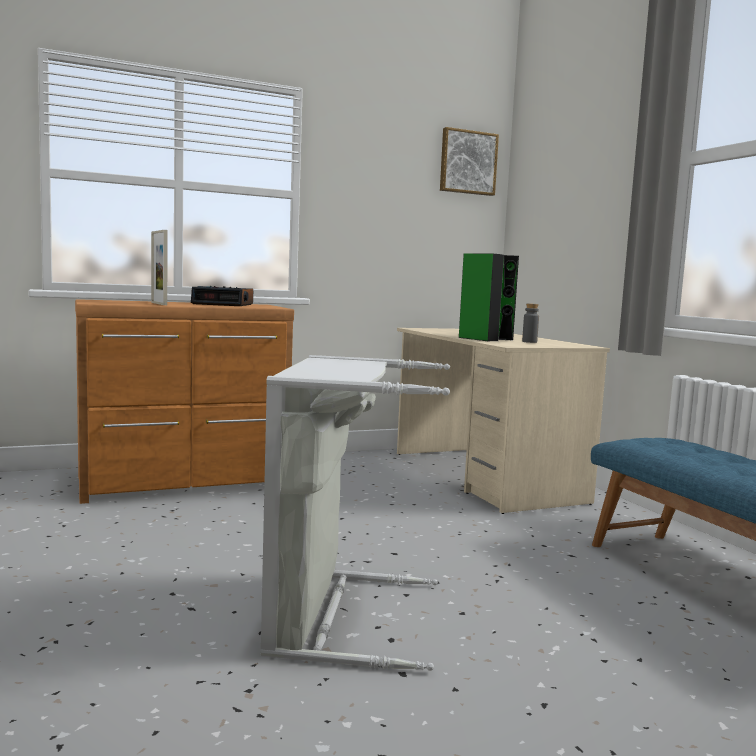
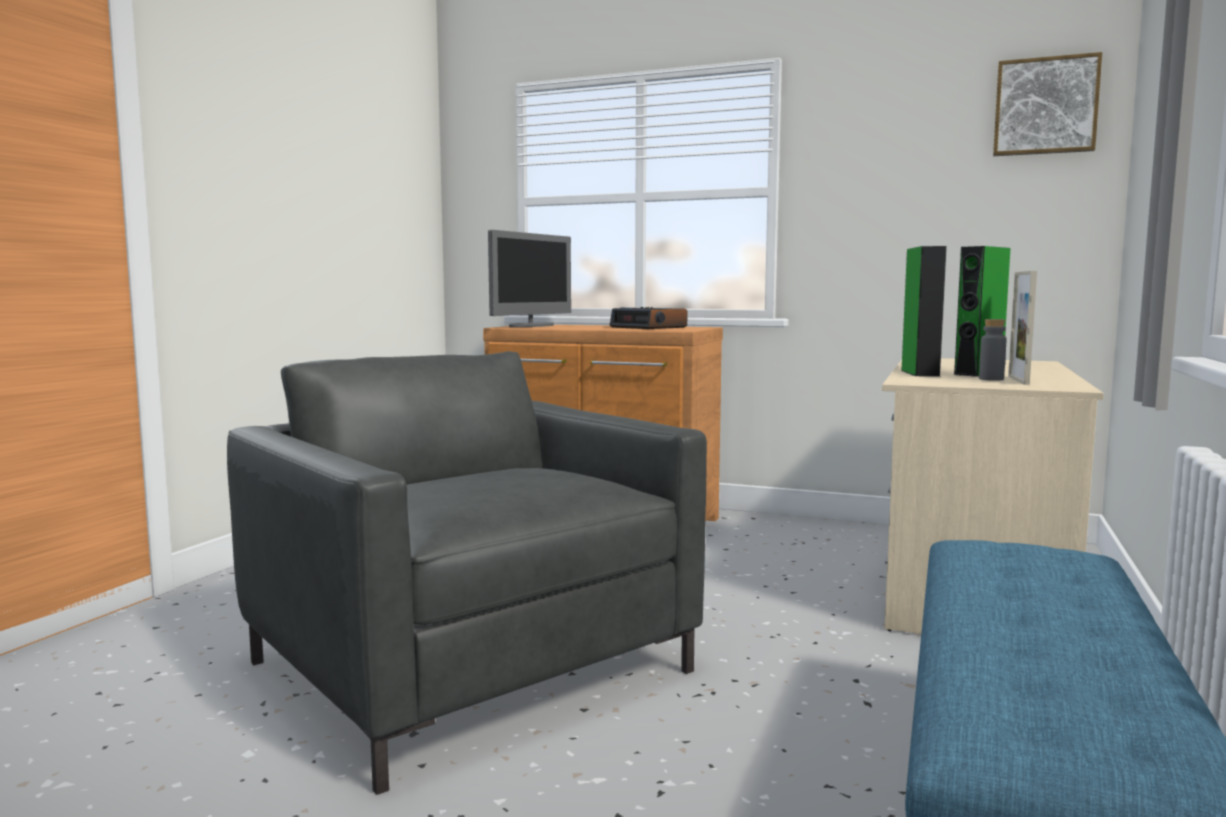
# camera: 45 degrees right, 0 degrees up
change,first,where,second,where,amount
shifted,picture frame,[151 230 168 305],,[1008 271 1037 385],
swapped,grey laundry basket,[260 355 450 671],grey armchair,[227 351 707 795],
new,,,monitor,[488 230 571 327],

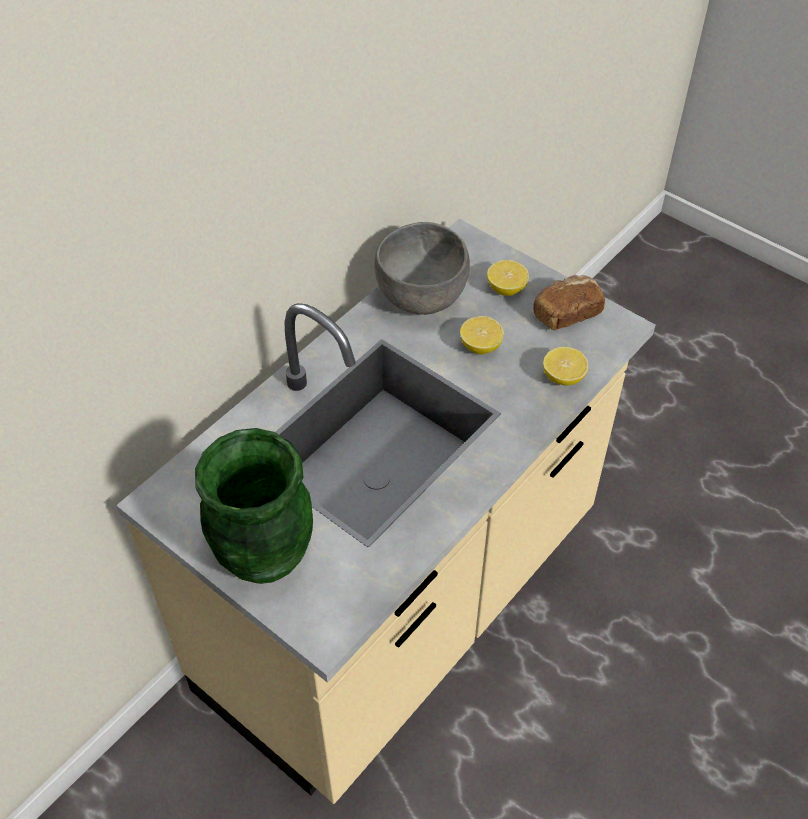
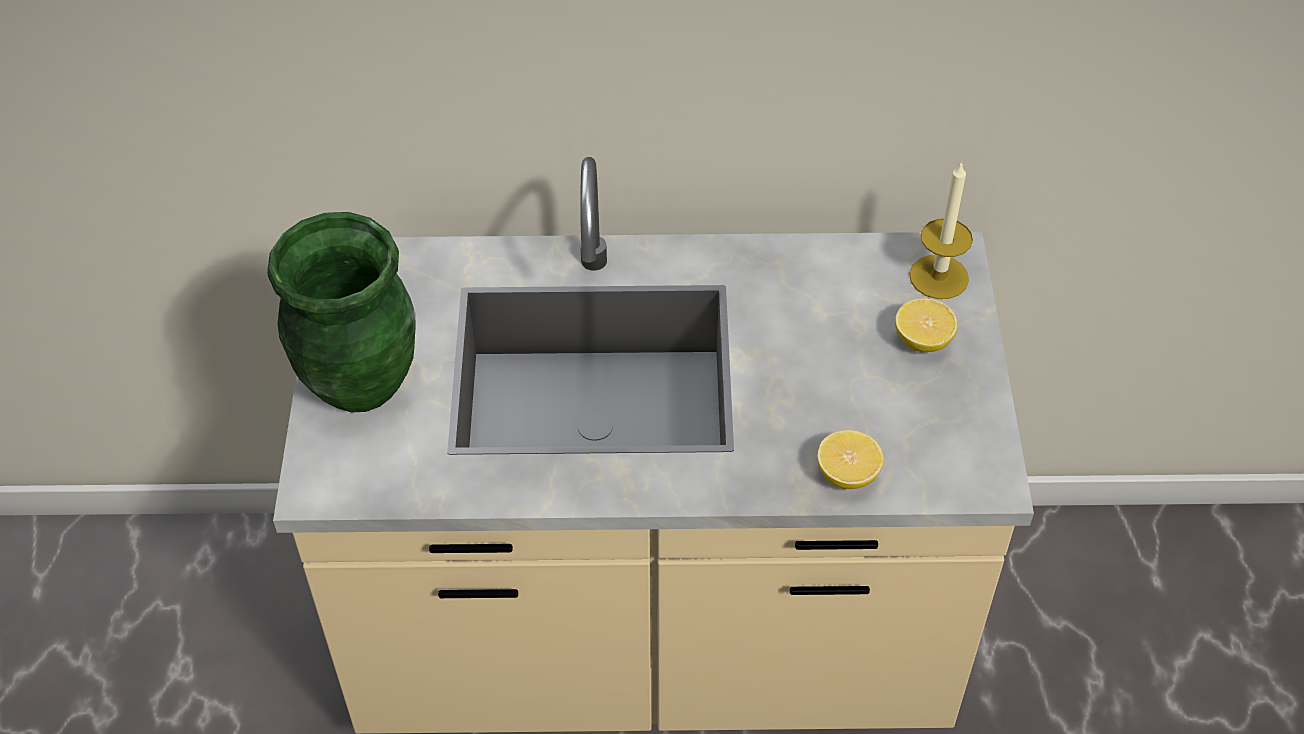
# camera: 50 degrees right, 0 degrees up
change,first,where,second,where,amount
gone,grey bowl,[374 222 470 315],,,
gone,lemon,[460 316 504 354],,,
gone,bread,[533 275 605 330],,,
new,,,candle,[909 161 973 299],

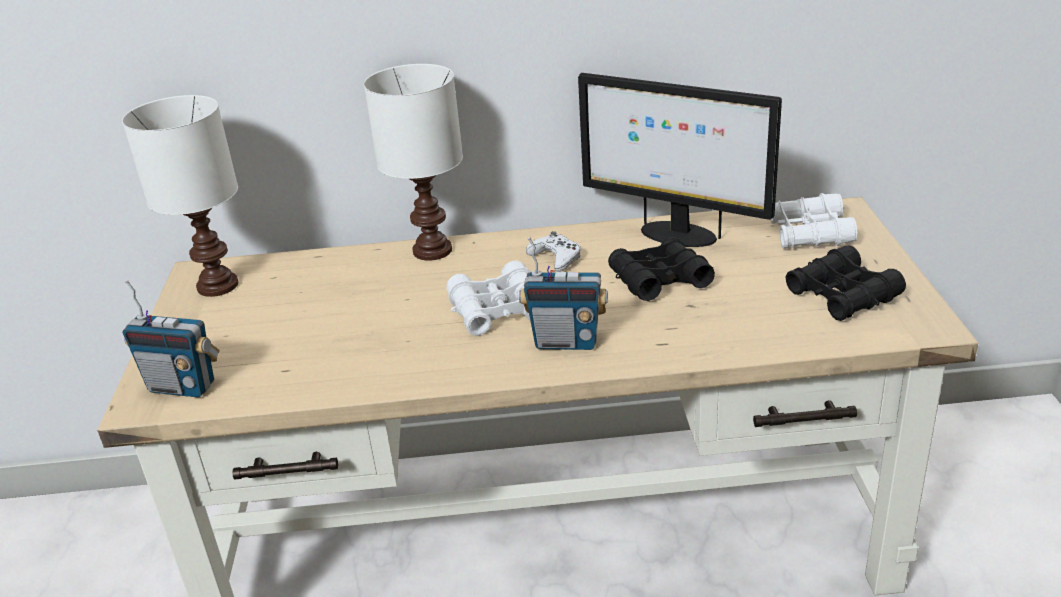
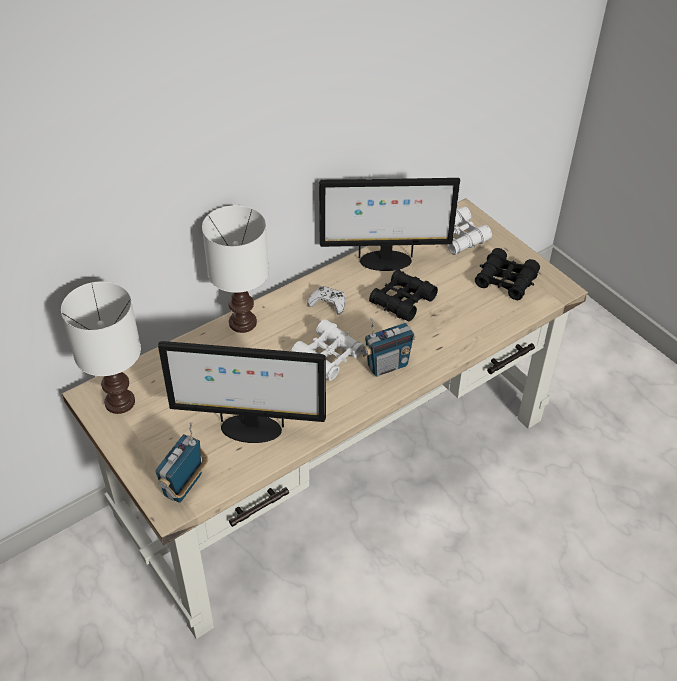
# camera: 35 degrees left, 15 degrees up
change,first,where,second,where,amount
rotated,radio,[122 280 220 398],,[156 422 208 503],135 degrees clockwise
new,,,monitor,[158 341 326 443],

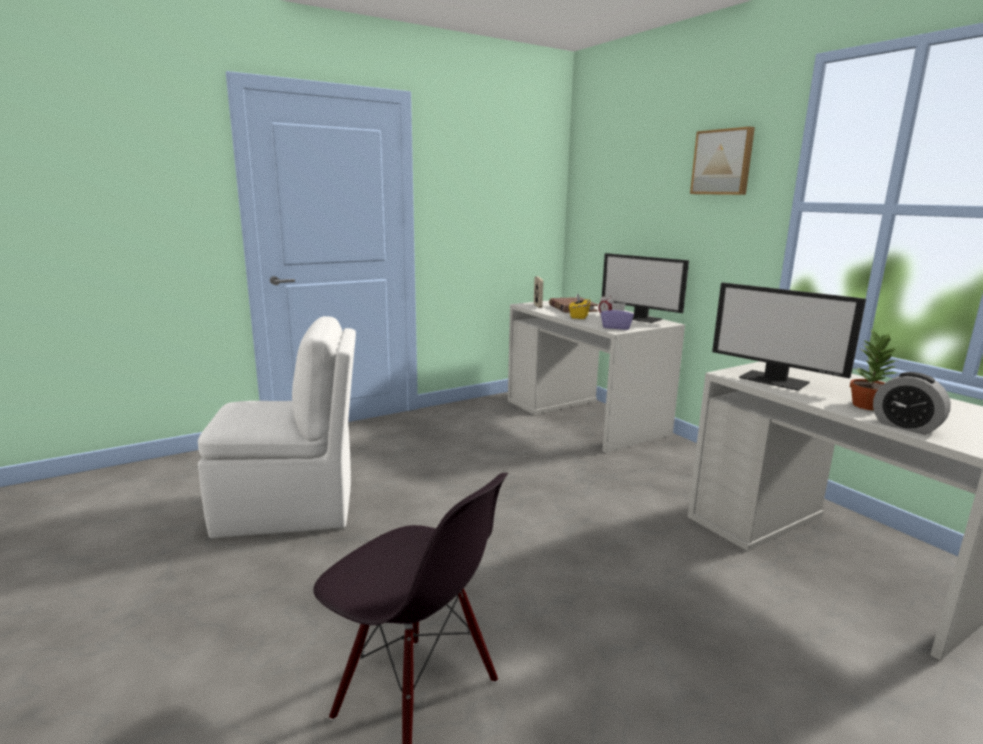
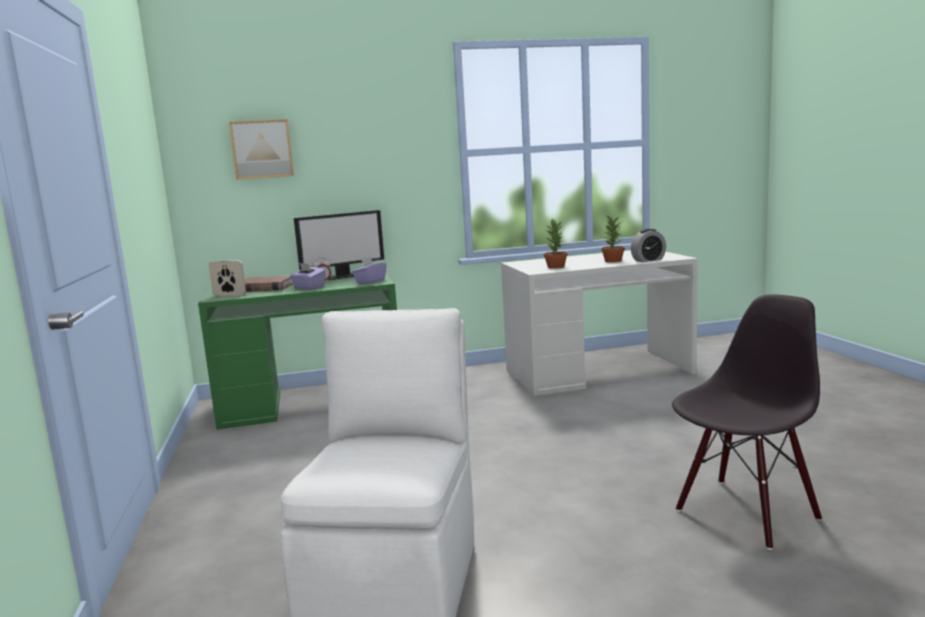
# camera: 70 degrees left, 5 degrees down
change,first,where,second,where,amount
repainted,white desk,[508 300 685 453],green desk,[198 274 397 430],
repainted,yellow tissue box,[569 293 590 319],purple tissue box,[290 263 326 289],
shifted,picture,[690 126 755 195],,[229 119 294 180],
swapped,monitor,[712 282 866 391],potted plant,[544 219 568 269],

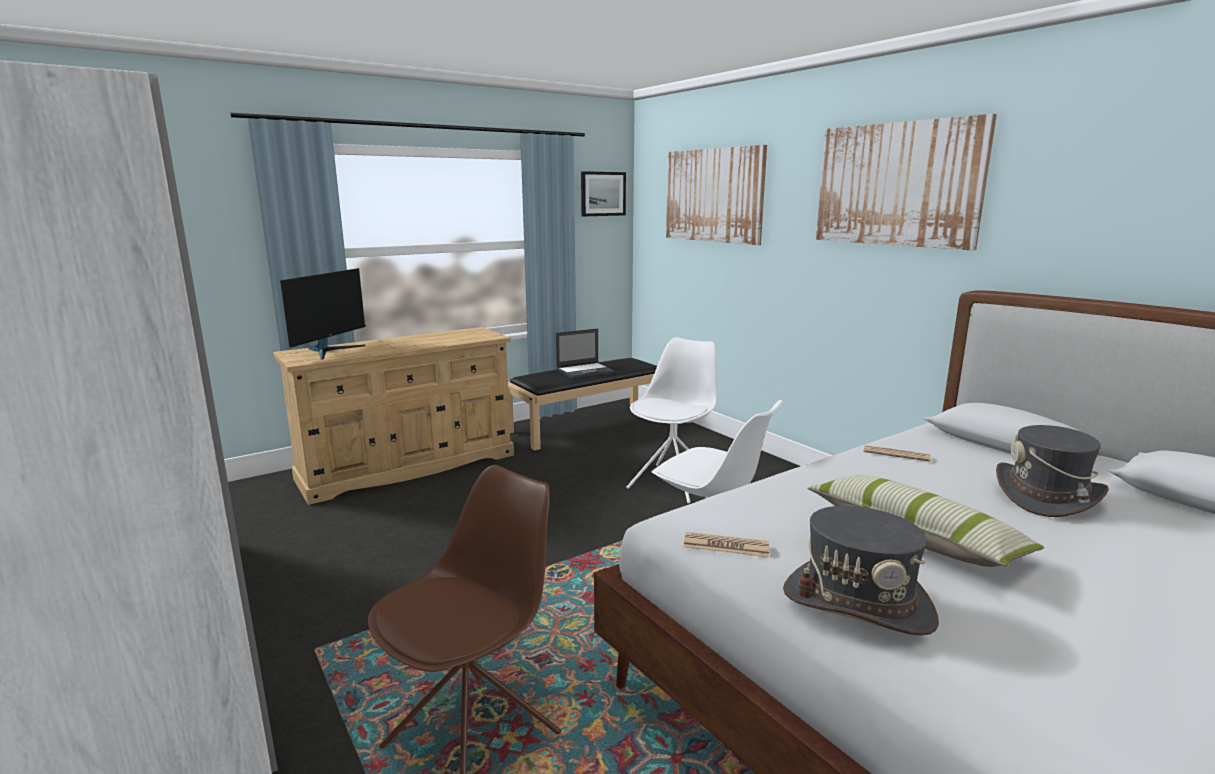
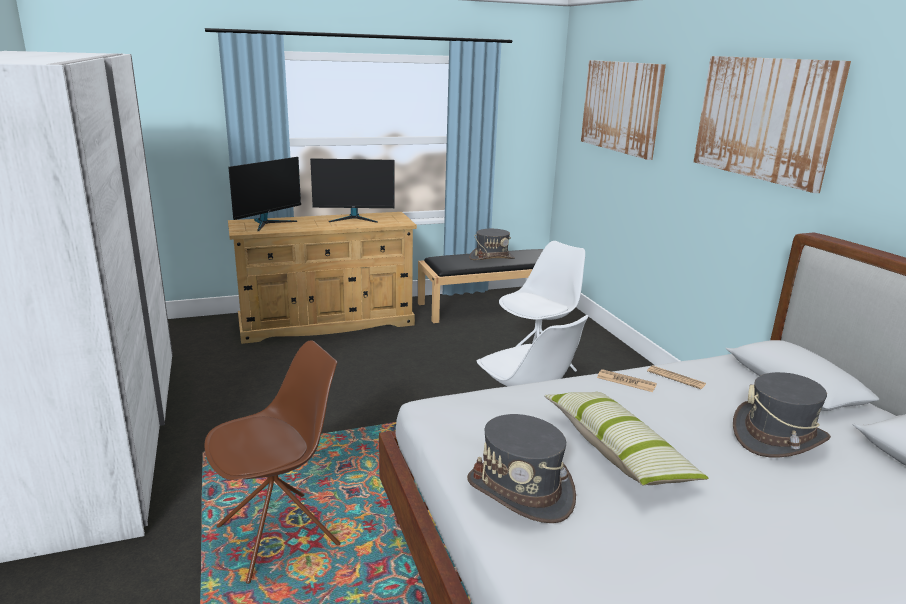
# camera: 15 degrees right, 5 degrees up
change,first,where,second,where,amount
swapped,laptop,[556 328 615 378],grey hat,[469 229 515 260],
gone,picture,[581 171 626 216],,,
shifted,newspaper,[683 532 769 557],,[597 369 657 392],
new,,,monitor,[310 158 395 223],

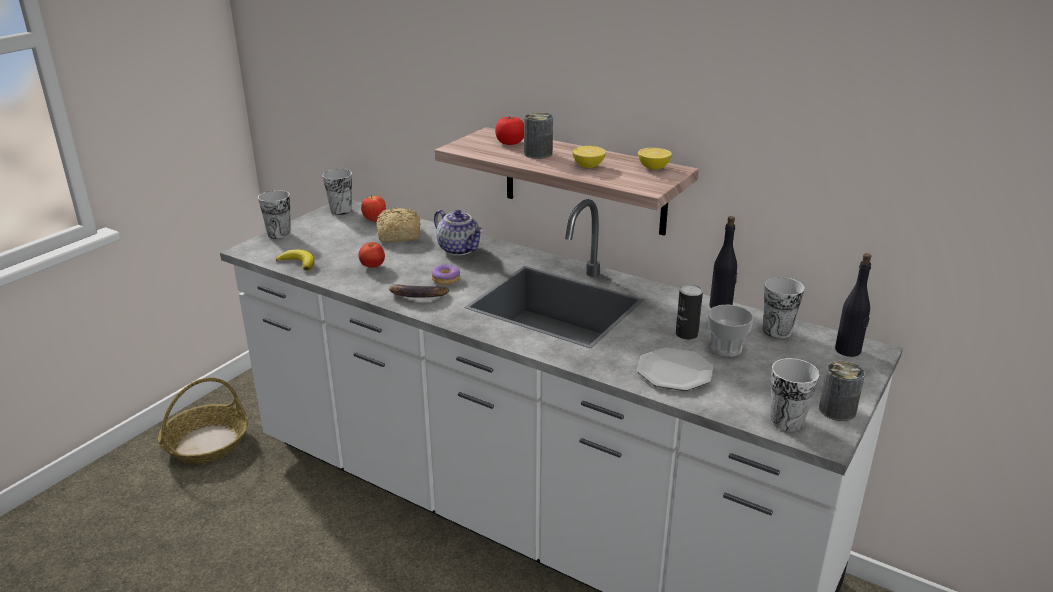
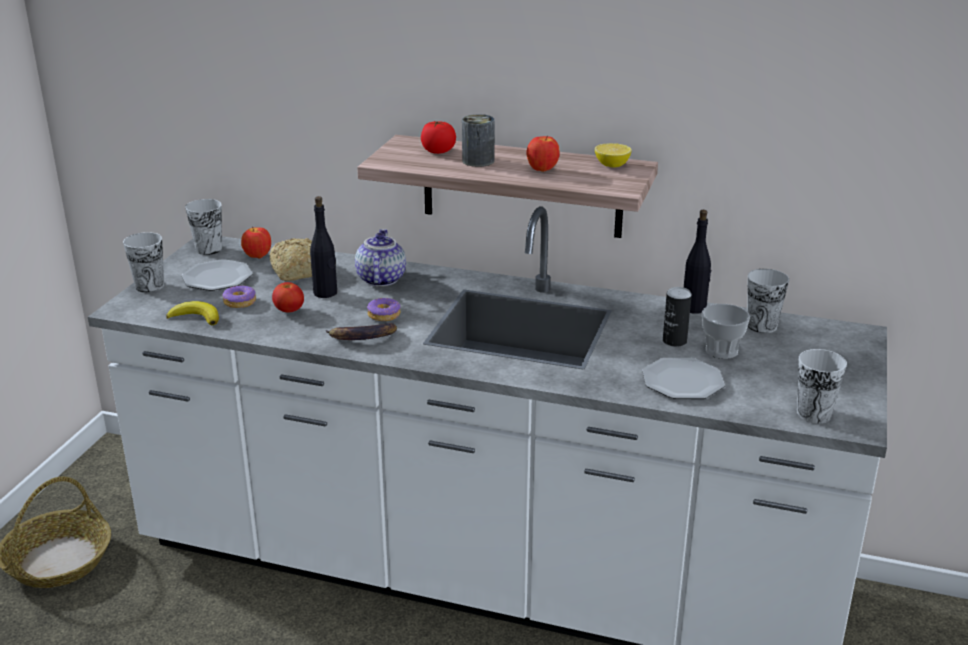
# camera: 15 degrees left, 0 degrees up
change,first,where,second,where,amount
rotated,teapot,[434 210 483 256],,[355 229 406 287],120 degrees counterclockwise
swapped,lemon,[572 146 606 168],apple,[527 136 560 172],
gone,can,[819 361 865 421],,,
shifted,black bottle,[835 253 871 357],,[310 196 337 298],
new,,,plate,[182 259 253 291],
new,,,donut,[222 285 256 308],

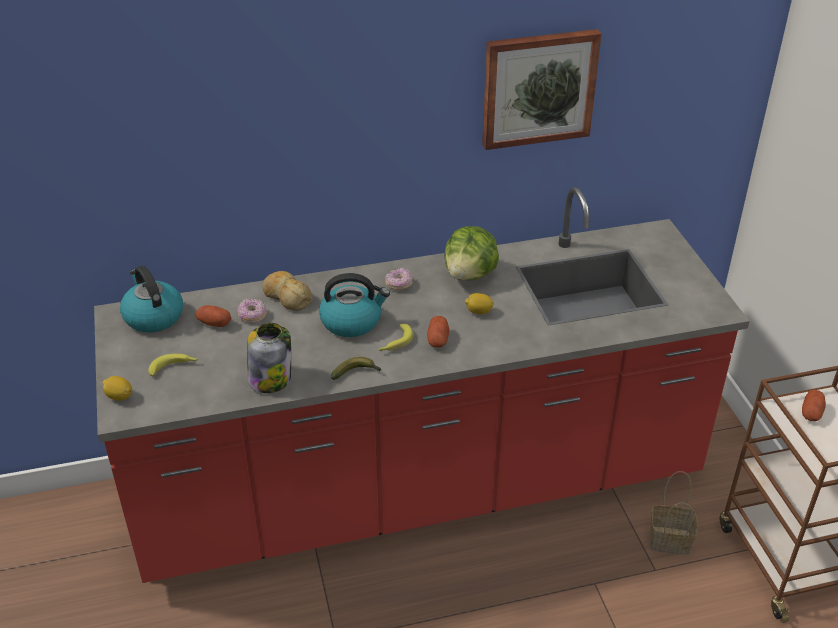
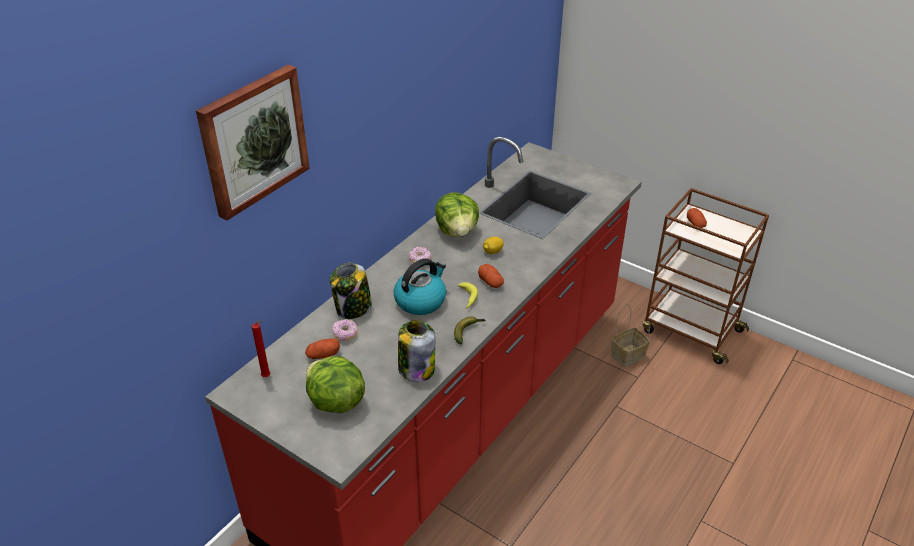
# camera: 40 degrees left, 0 degrees up
change,first,where,second,where,amount
gone,lemon,[102 376 132 401],,,
swapped,kettle,[120 265 183 333],red candle,[251 320 270 377],
swapped,banana,[148 354 198 376],lettuce,[306 356 365 413],
swapped,bread,[262 271 313 311],jar,[330 263 372 319],
shifted,picture,[482 29 602 150],,[196 65 310 220],

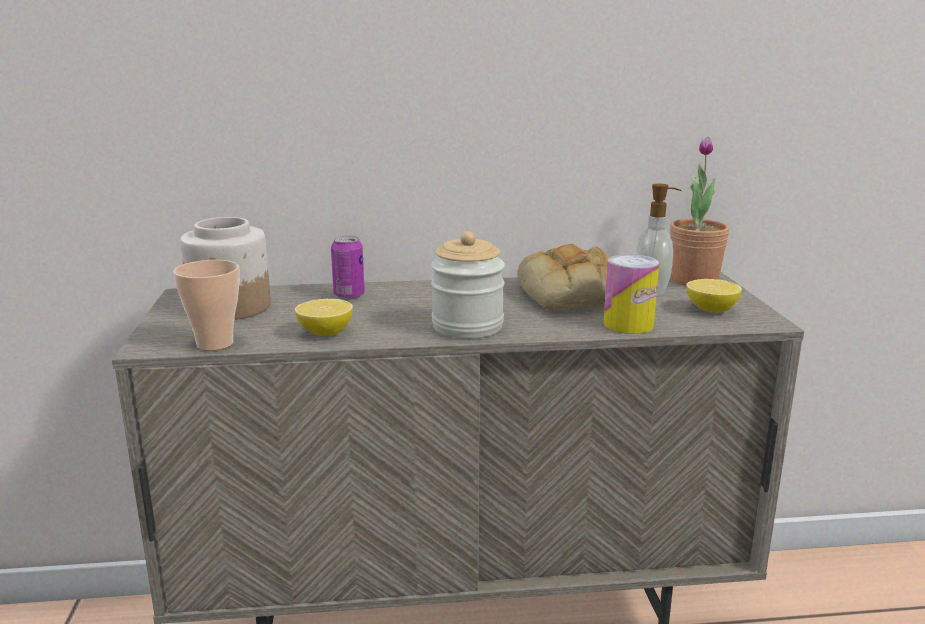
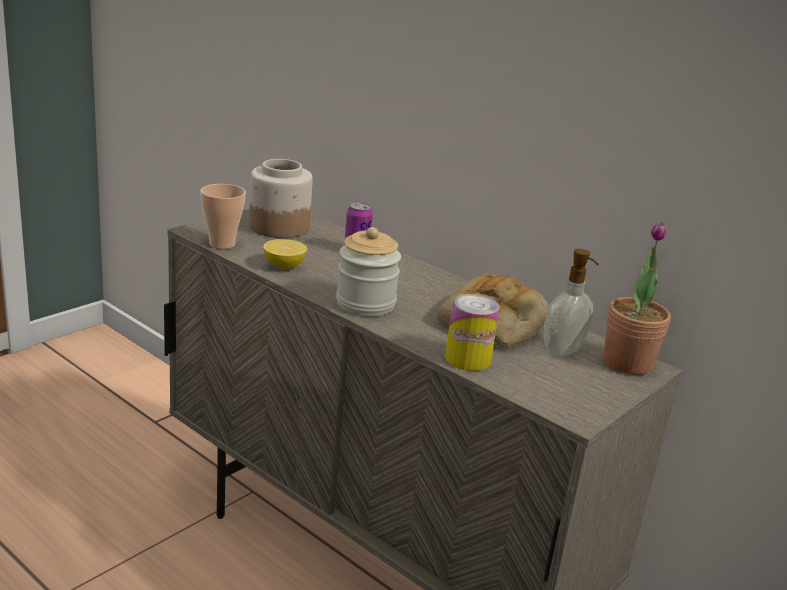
# camera: 45 degrees right, 5 degrees up
change,first,where,second,where,amount
gone,lemon,[686 279 742 313],,,

